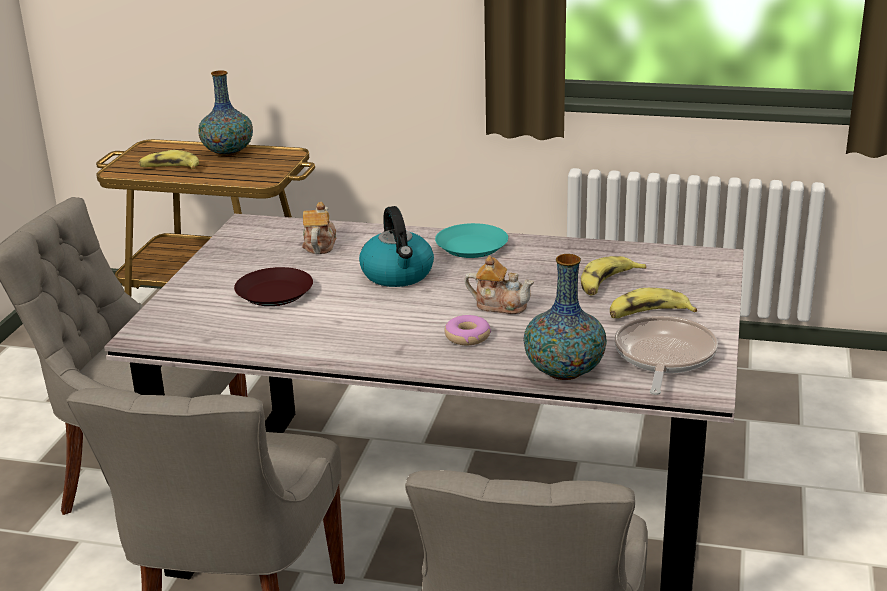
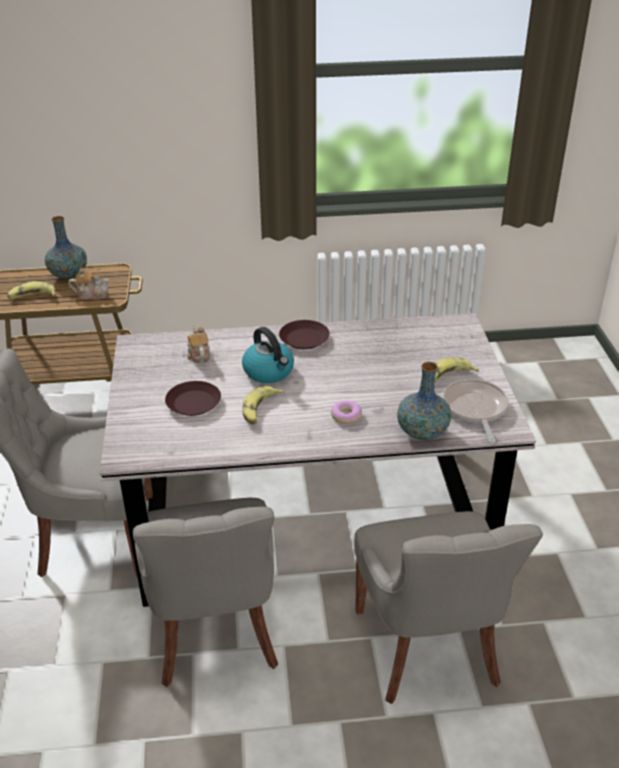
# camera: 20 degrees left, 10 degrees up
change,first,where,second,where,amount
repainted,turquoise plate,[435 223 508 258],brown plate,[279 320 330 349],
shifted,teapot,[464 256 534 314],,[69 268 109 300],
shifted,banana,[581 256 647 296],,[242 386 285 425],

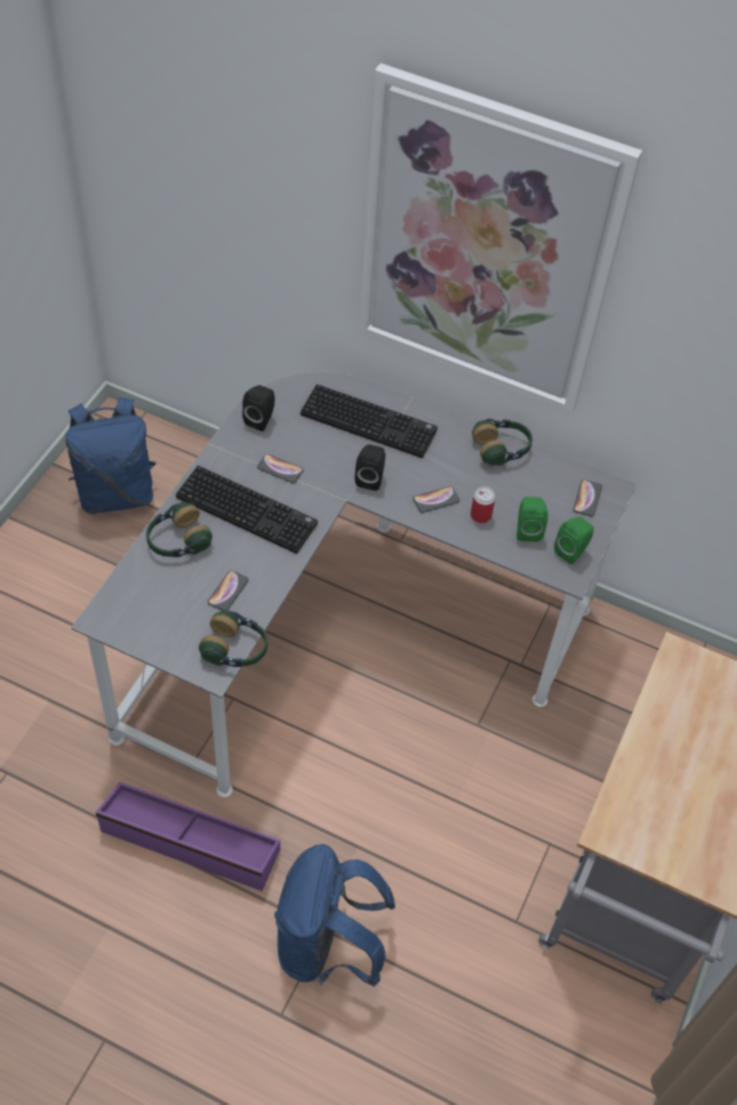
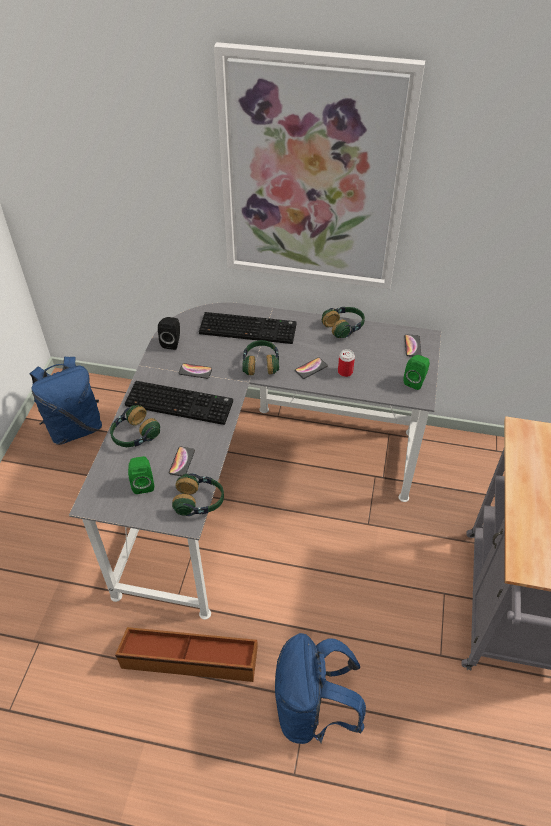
# camera: 10 degrees left, 5 degrees down
change,first,where,second,where,amount
repainted,purple storage box,[96 782 280 891],brown storage box,[115 627 258 682],
swapped,black speaker,[355 444 386 491],headphones,[242 340 279 375],
shifted,green speaker,[517 497 548 542],,[128 456 154 494],

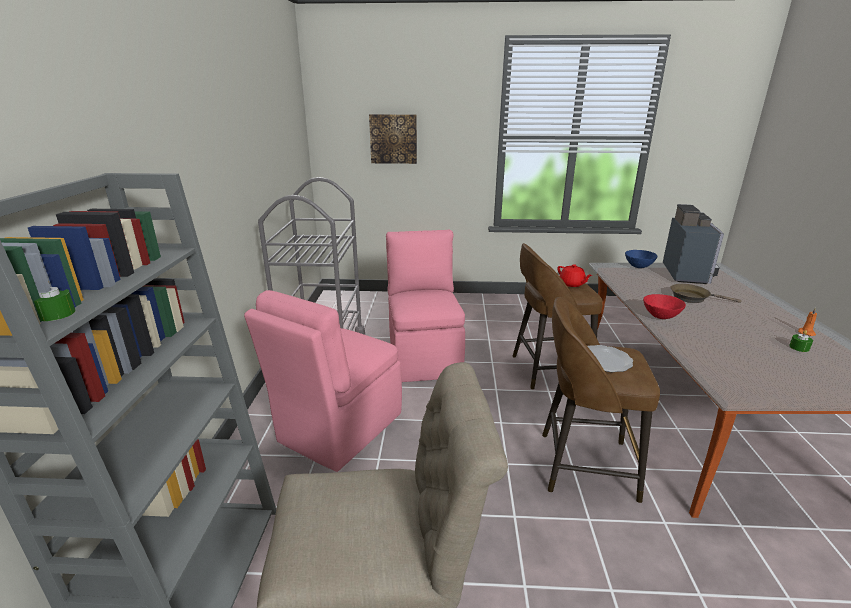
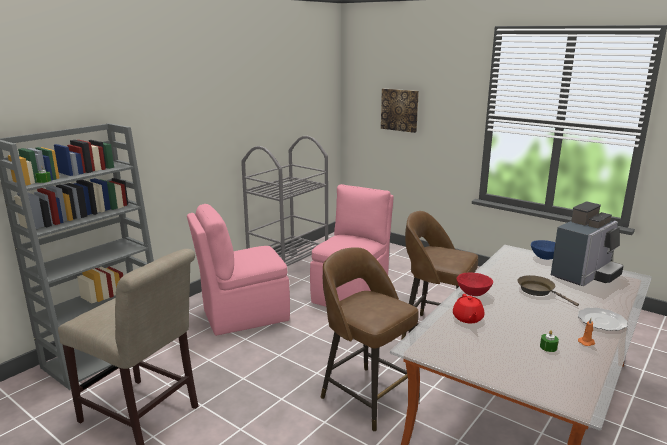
# camera: 35 degrees right, 5 degrees down
change,first,where,second,where,amount
shifted,red teapot,[557 264 592 287],,[453 294 485 324],
shifted,plate,[587 345 633 372],,[578 308 628 331],

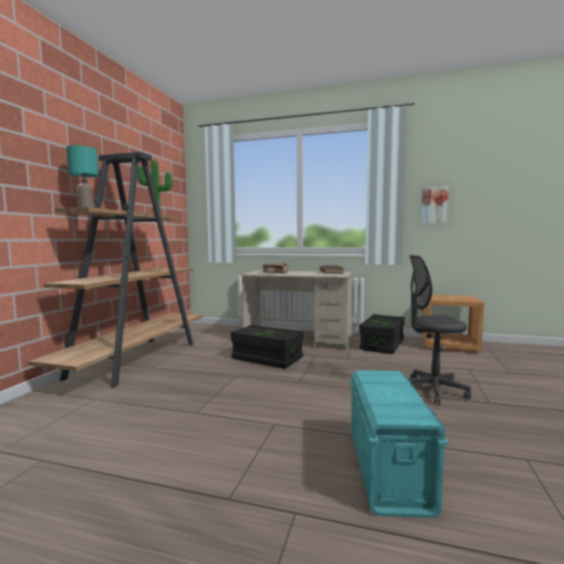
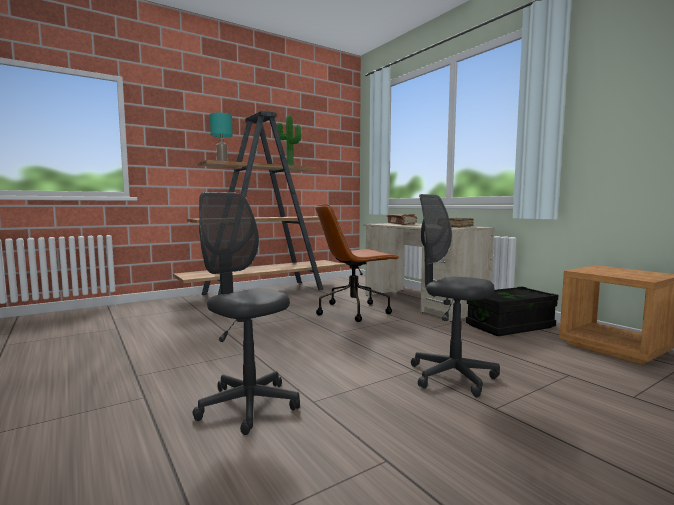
# camera: 40 degrees right, 0 degrees up
change,first,where,second,where,amount
swapped,black storage box,[231 325 304 369],brown office chair,[315 204 399 322],
swapped,turquoise storage box,[350 370 449 518],grey office chair,[193 192 300 435],
gone,picture,[421 186 449 224],,,

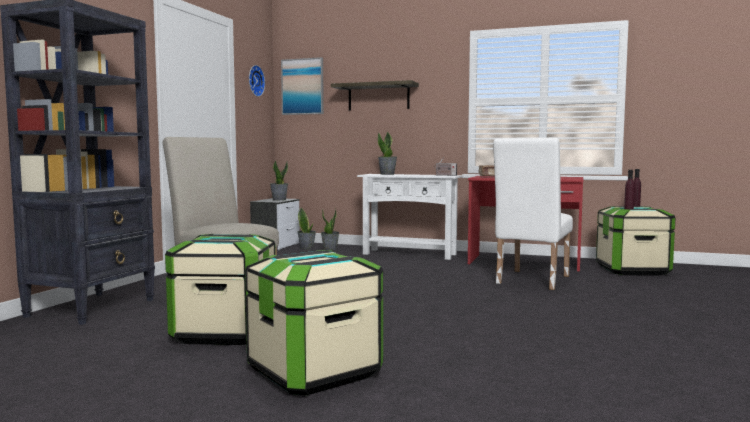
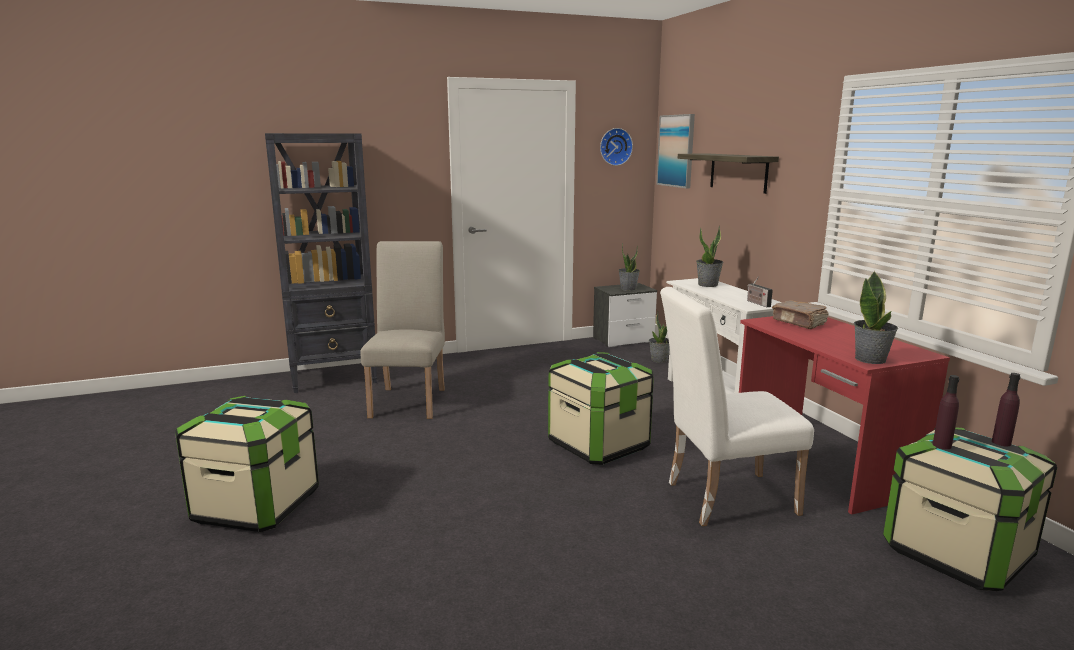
# camera: 50 degrees right, 10 degrees up
change,first,where,second,where,amount
shifted,storage box,[165 234 276 345],,[548 352 654 465],
shifted,potted plant,[298 208 316 249],,[854 271 898 364],

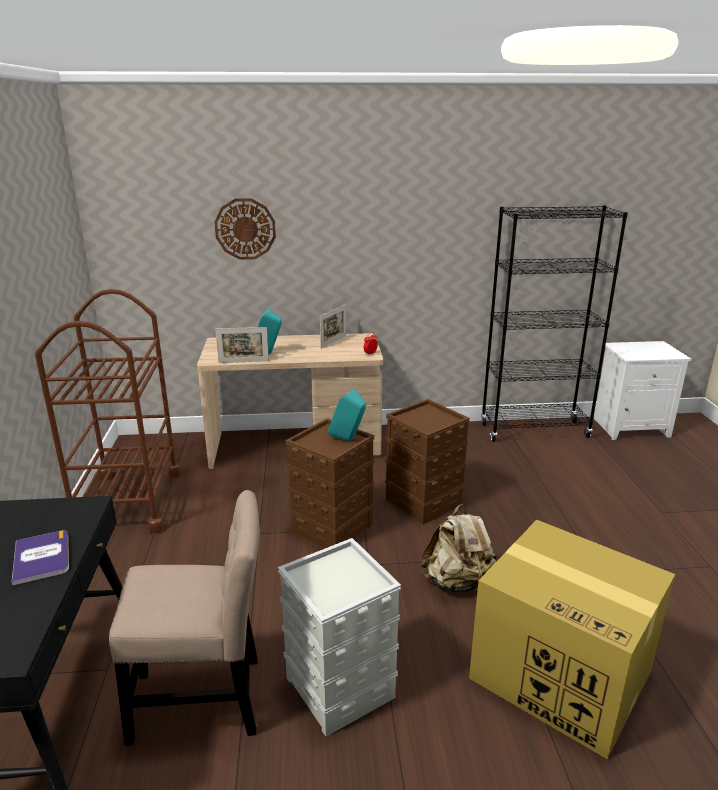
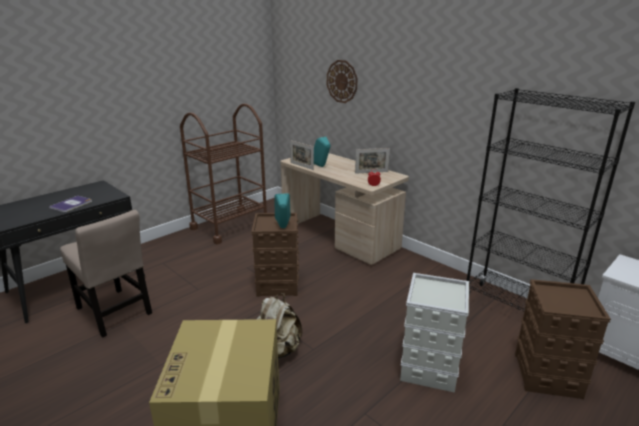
# camera: 50 degrees right, 0 degrees up
change,first,where,second,where,amount
shifted,grey storage box,[278 538 401 737],,[400 273 469 393],
shifted,brown storage box,[385 399 470 524],,[515 279 611 399],

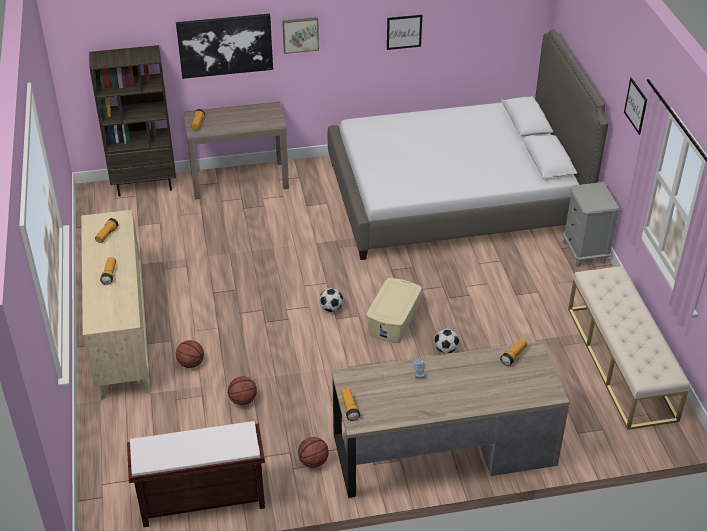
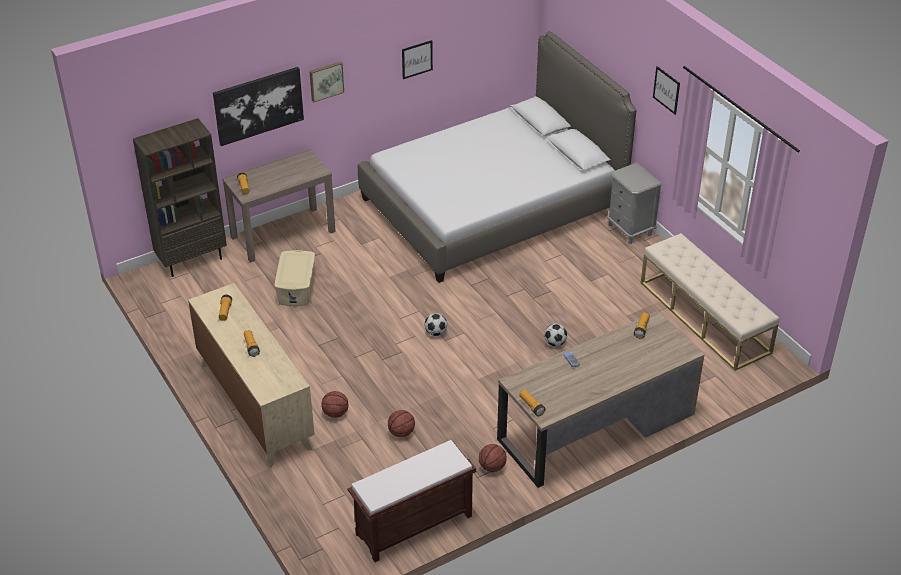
# camera: 20 degrees left, 0 degrees up
change,first,where,second,where,amount
shifted,beige storage box,[366 278 422 343],,[274 250 315 306],

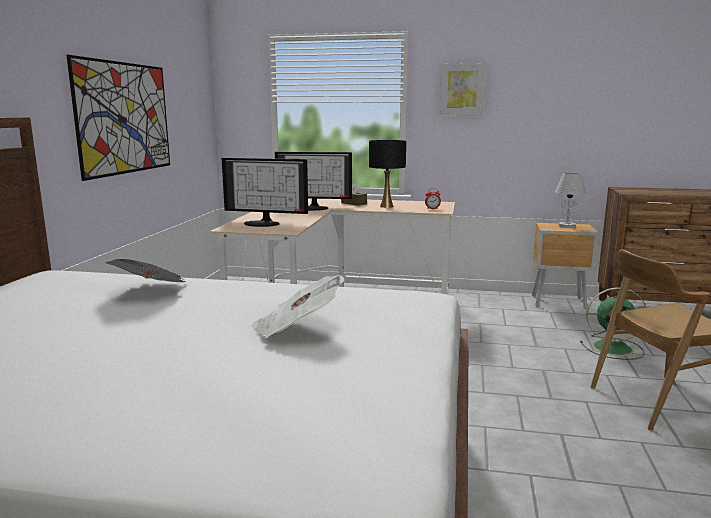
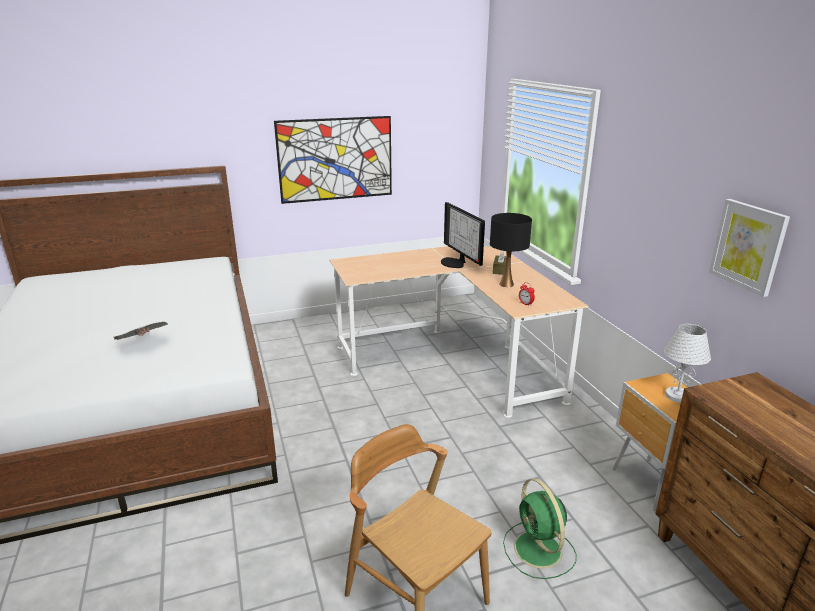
# camera: 60 degrees right, 10 degrees up
change,first,where,second,where,amount
gone,newspaper,[105 259 187 282],,,
gone,monitor,[222 158 308 227],,,
shifted,picture,[439 63 486 115],,[709 199 790 297],

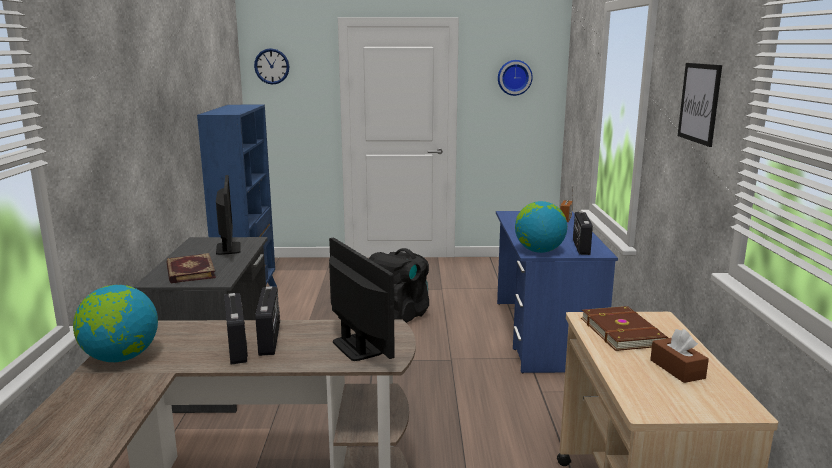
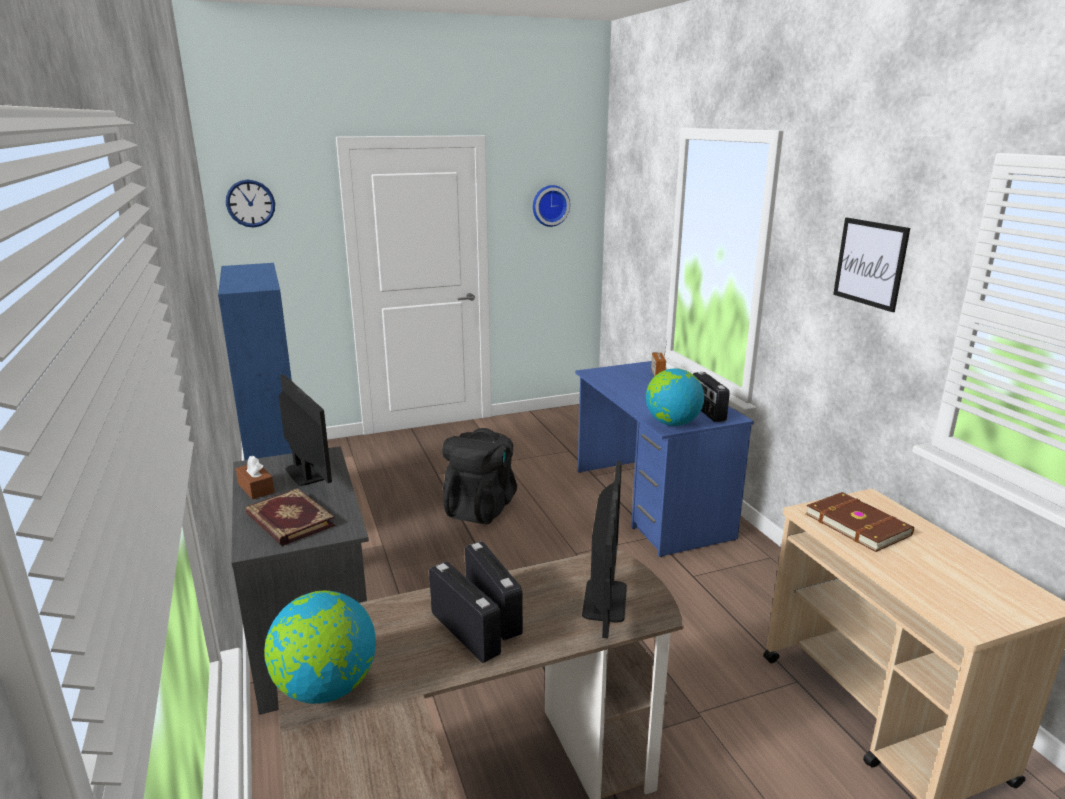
# camera: 20 degrees left, 5 degrees up
change,first,where,second,where,amount
rotated,monitor,[329 237 395 361],,[582 461 627 639],60 degrees clockwise
shifted,brown tissue box,[650 329 709 383],,[236 456 275 500],

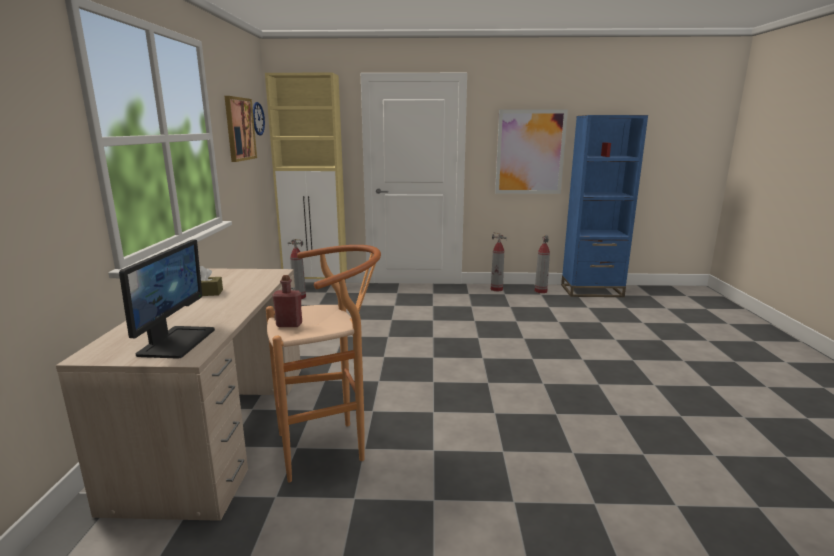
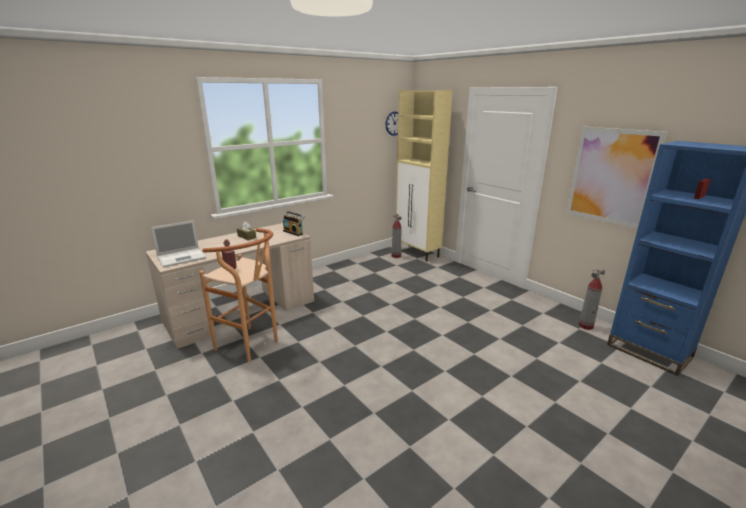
# camera: 50 degrees right, 5 degrees up
change,first,where,second,where,amount
swapped,monitor,[119 239 215 359],laptop,[151 220 206 268],
gone,picture,[225 96 257 162],,,
gone,fire extinguisher,[491 232 507 291],,,
new,,,radio,[283 211 304 236],

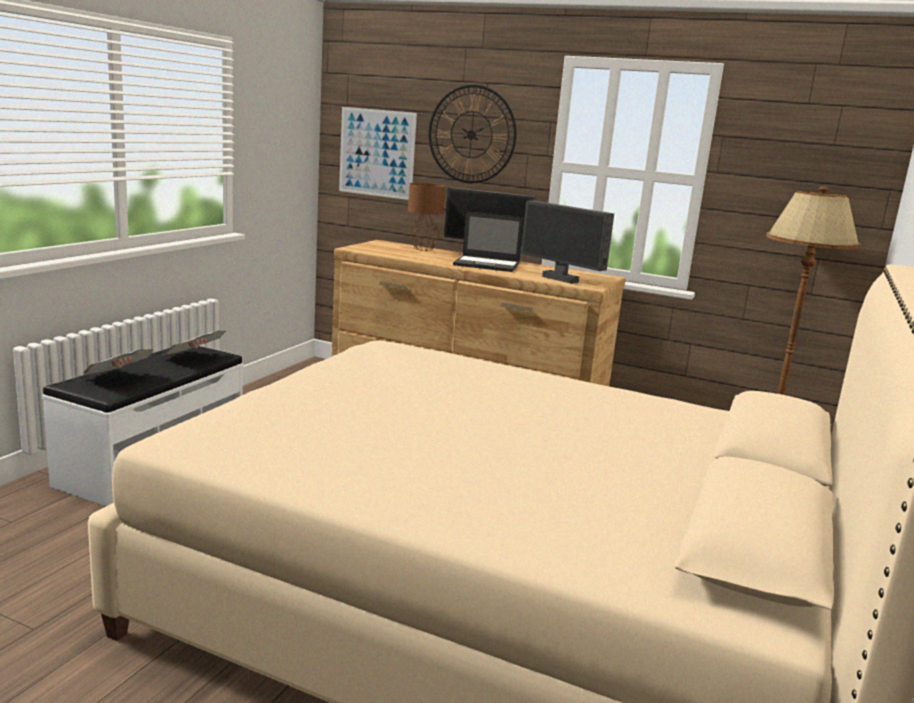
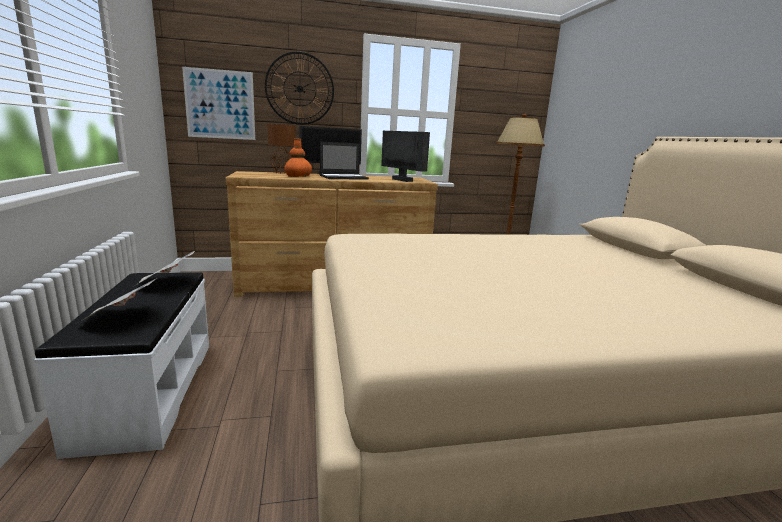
# camera: 35 degrees left, 0 degrees up
change,first,where,second,where,amount
rotated,monitor,[521 200 614 284],,[381 131 430 182],135 degrees counterclockwise
new,,,orange vase,[284 138 312 177],

